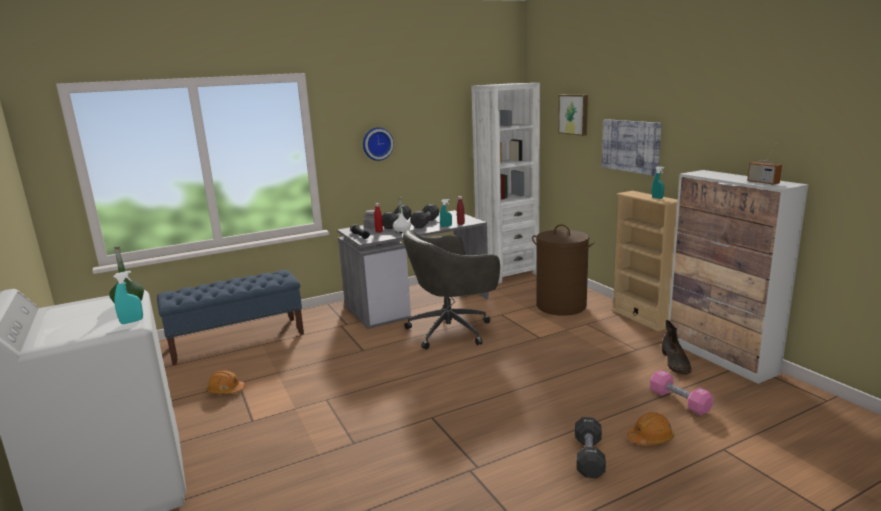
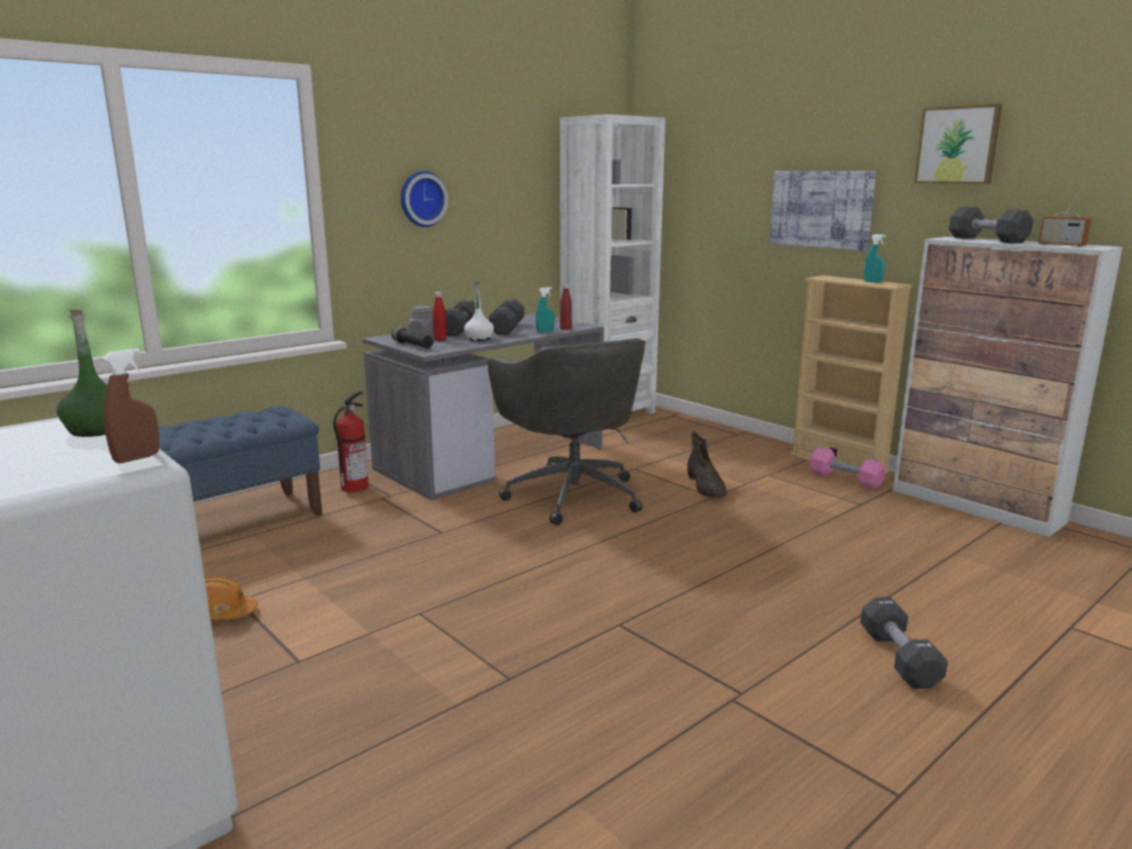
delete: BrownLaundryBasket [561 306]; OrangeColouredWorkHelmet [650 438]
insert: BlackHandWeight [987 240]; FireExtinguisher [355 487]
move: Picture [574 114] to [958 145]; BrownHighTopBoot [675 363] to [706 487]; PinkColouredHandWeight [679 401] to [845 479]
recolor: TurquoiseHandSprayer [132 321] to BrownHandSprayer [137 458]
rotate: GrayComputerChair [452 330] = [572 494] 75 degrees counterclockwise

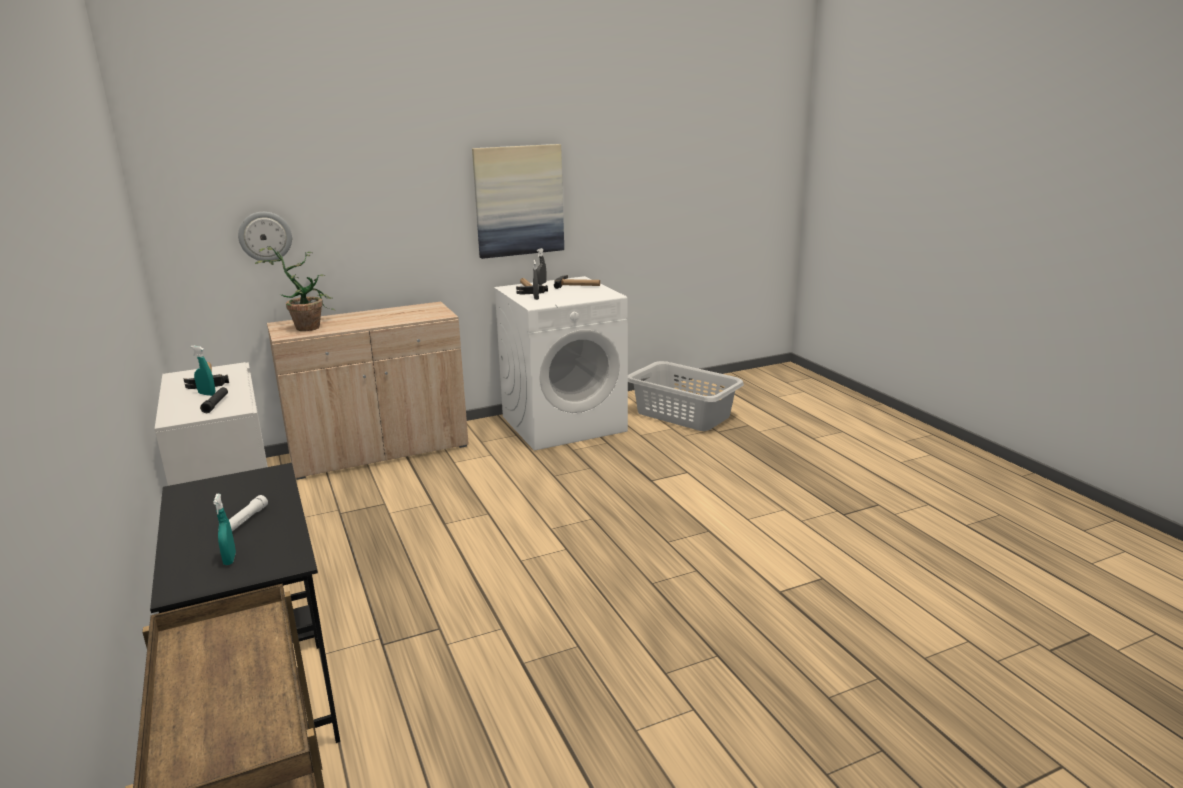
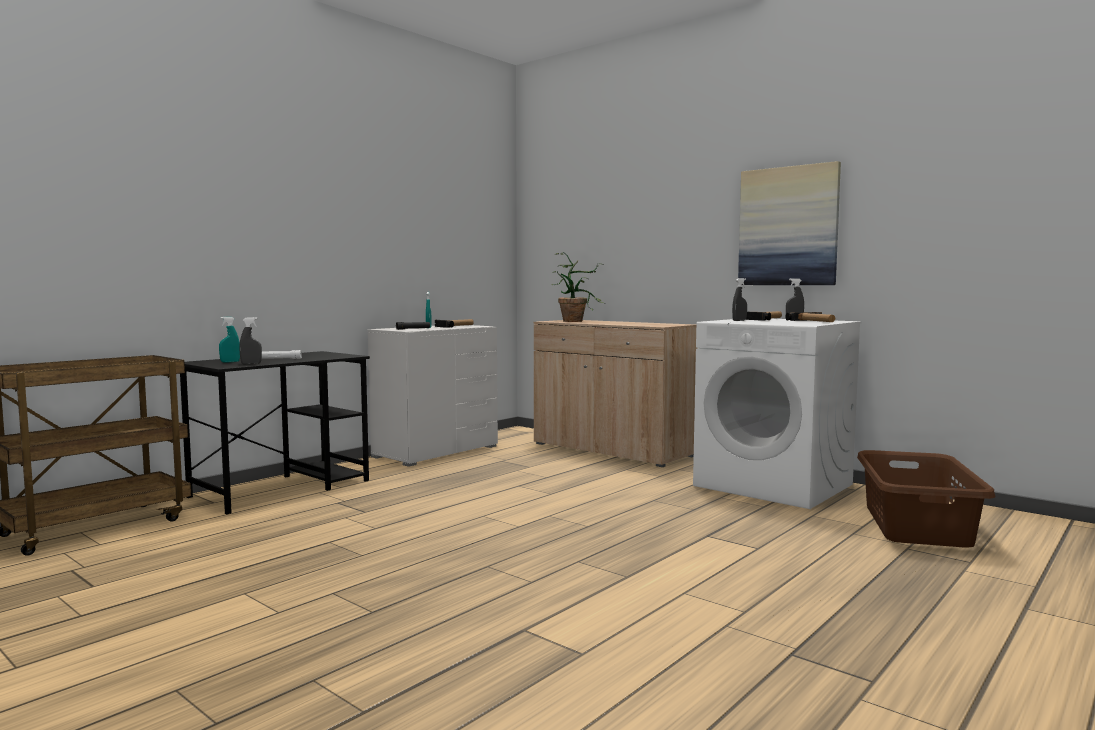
delete: HangingClock [265 236]
insert: GrayHandSprayer [251 364]
recolor: GrayLaundryBasket [683 415] to BrownLaundryBasket [915 525]

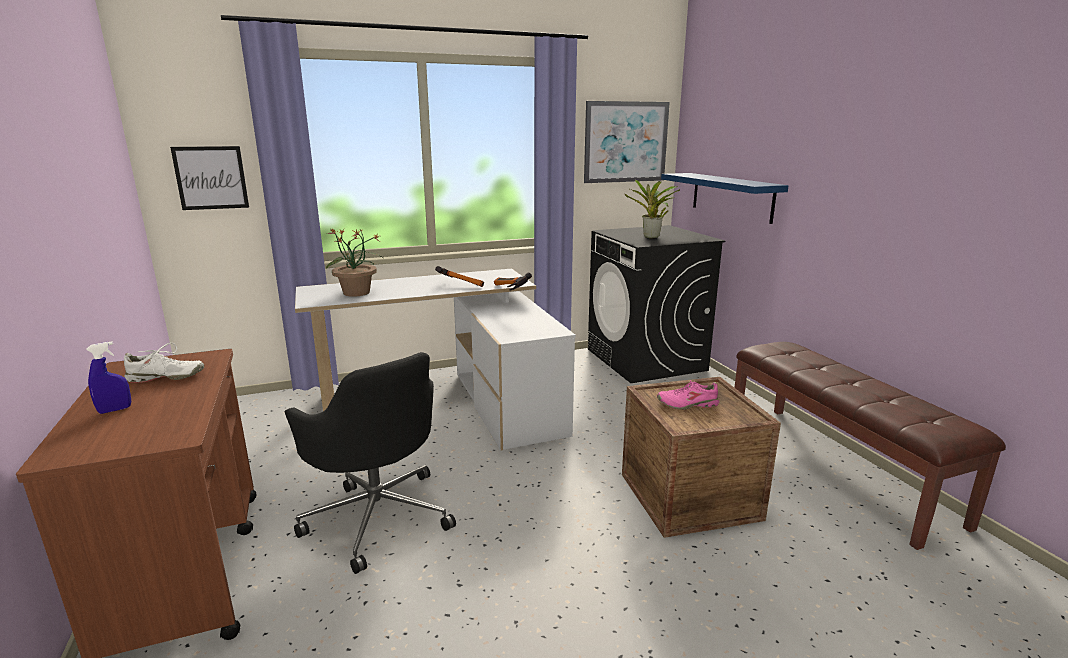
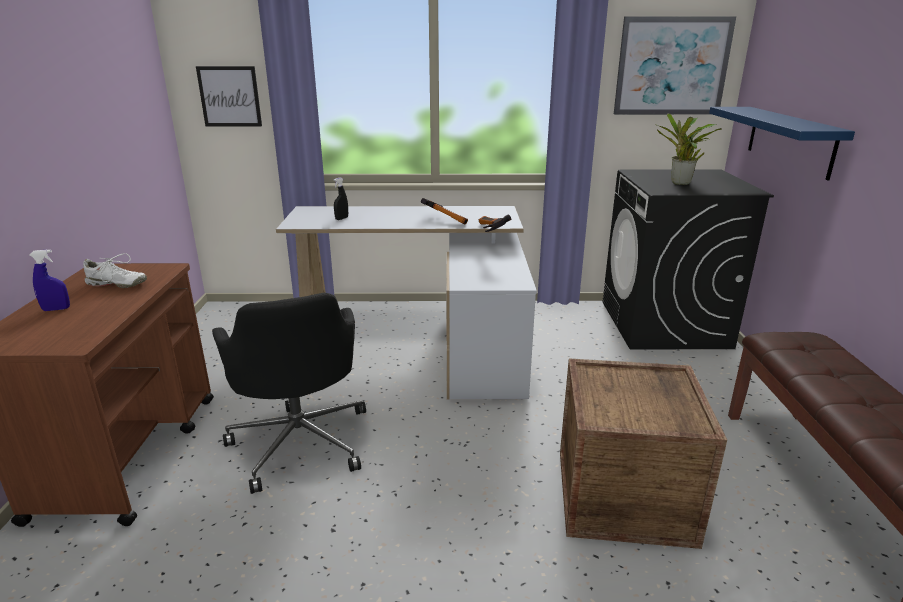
delete: PinkColouredItemOfFootwear [687 404]
replace: PlantInAPot [357 293] to BlackHandSprayer [341 218]

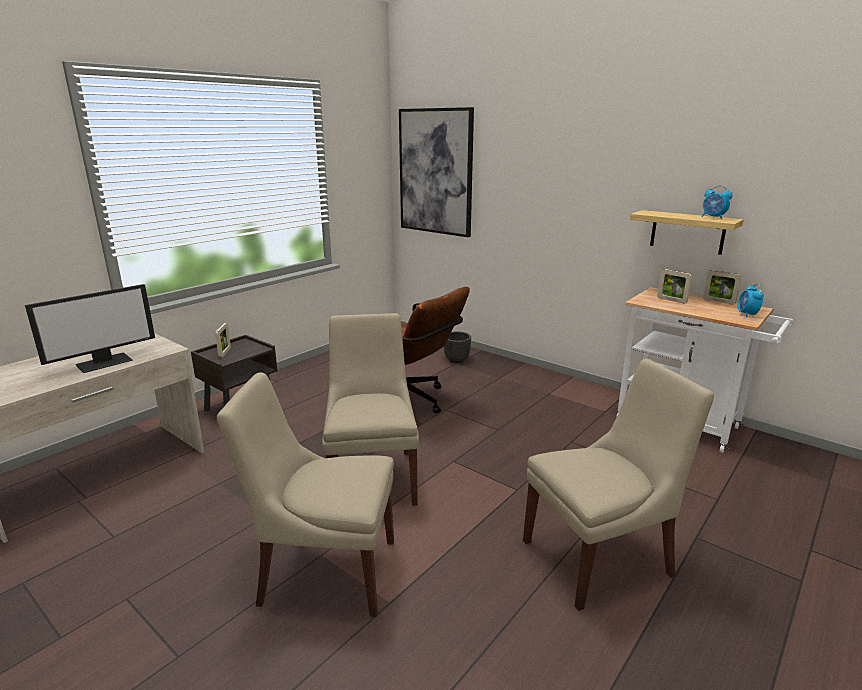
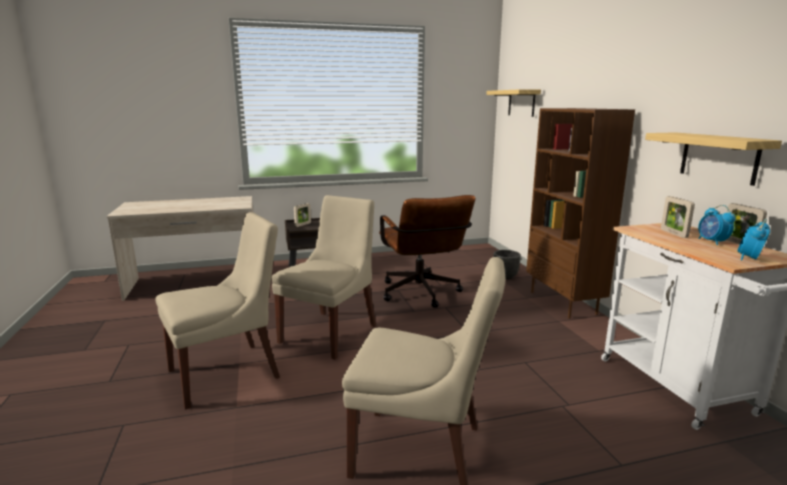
delete: ComputerScreen [104 362]
insert: BrownBookshelf [563 303]
move: BedsideClock [713 217] to [712 242]
replace: Picture [435 172] to BracketShelf [521 103]
rotate: BeigeChair [324 571] = [228 373] 105 degrees clockwise

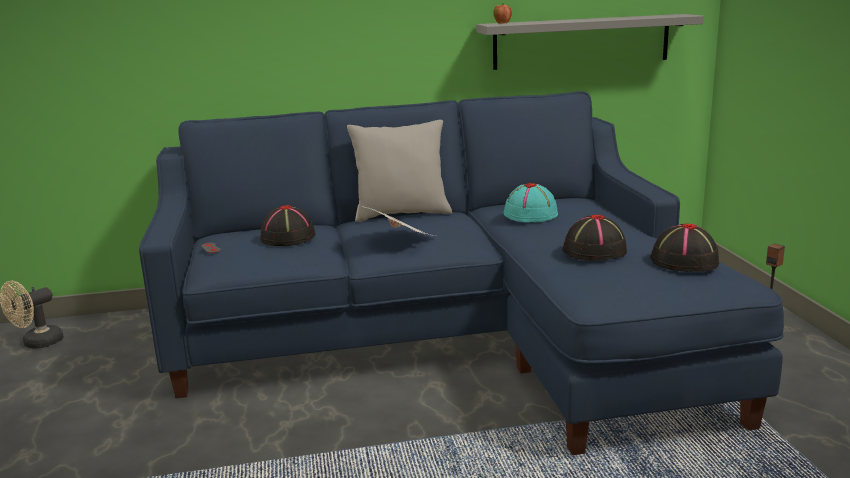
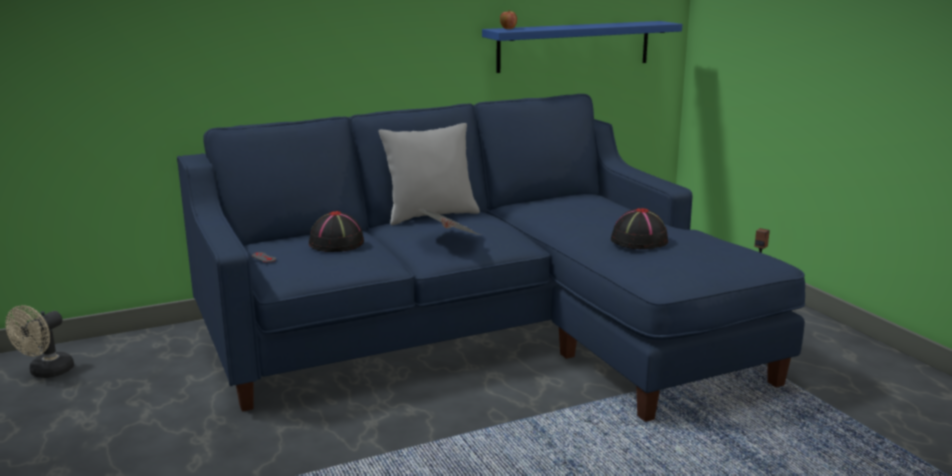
delete: TurquoiseWearableHat [531 214]; BlackWearableHat [683 261]
recolor: GrayBracketShelf [581 41] to BlueColouredBracketShelf [574 46]

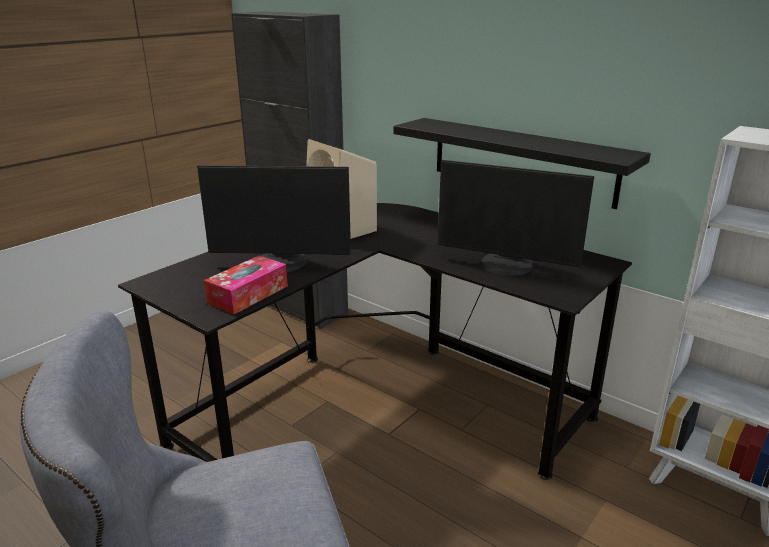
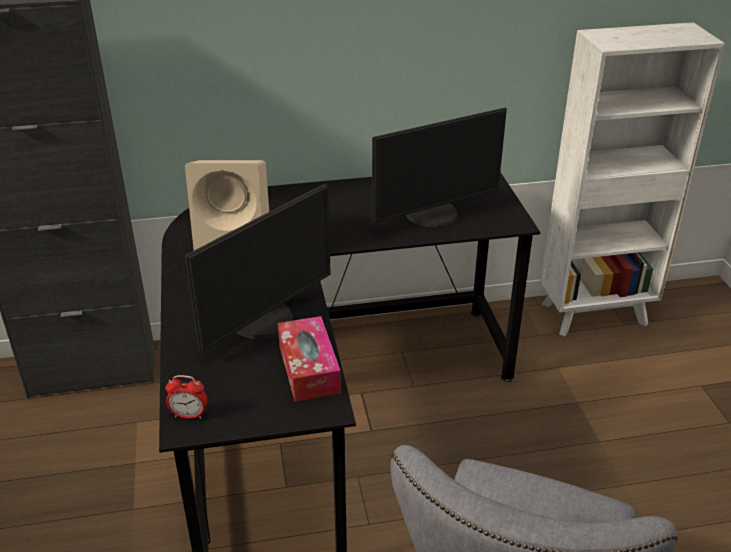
delete: BlackBracketShelf [521 161]
insert: BedsideClock [189 415]

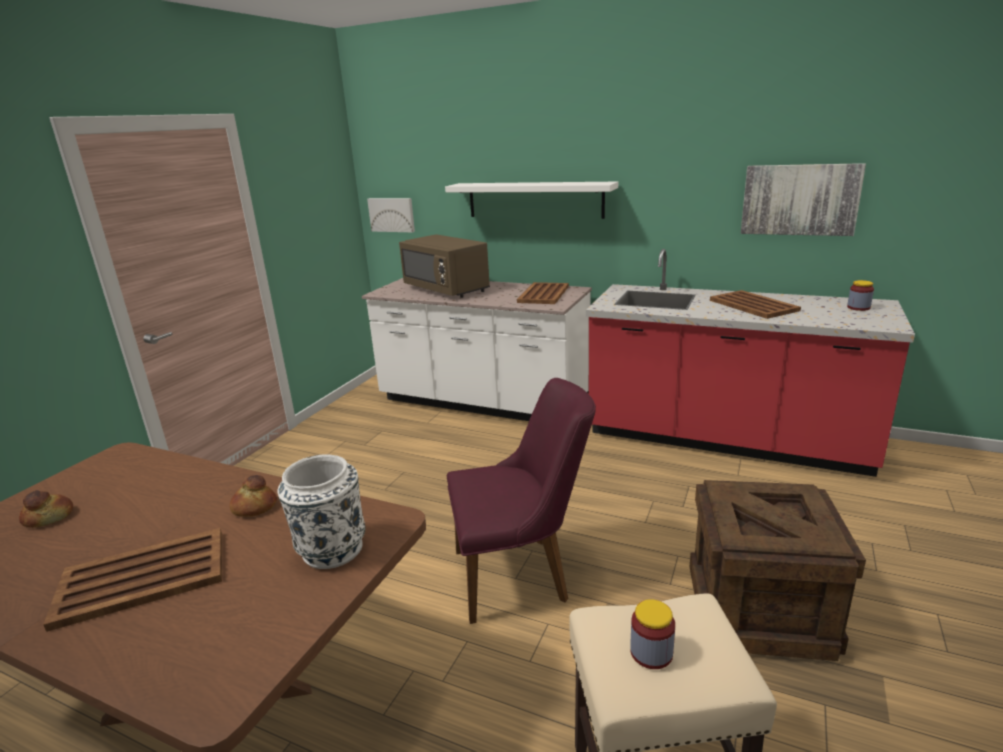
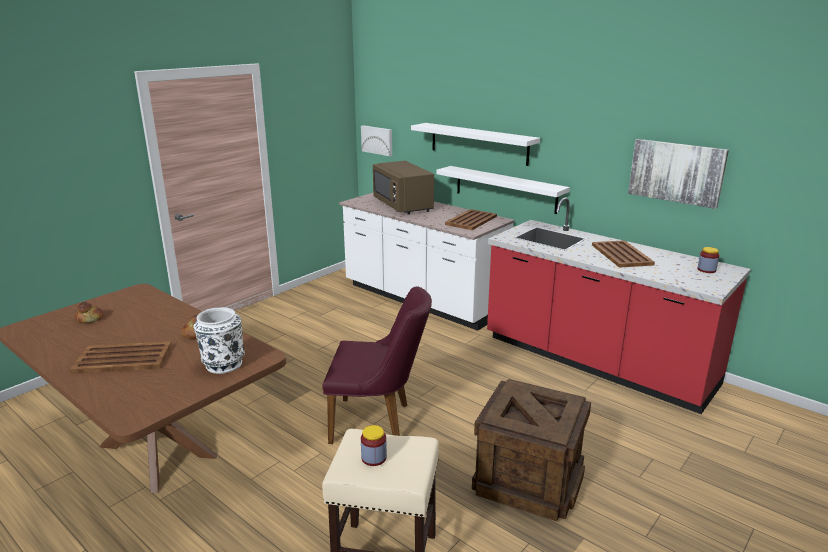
insert: WhitishBracketShelf [505 189]

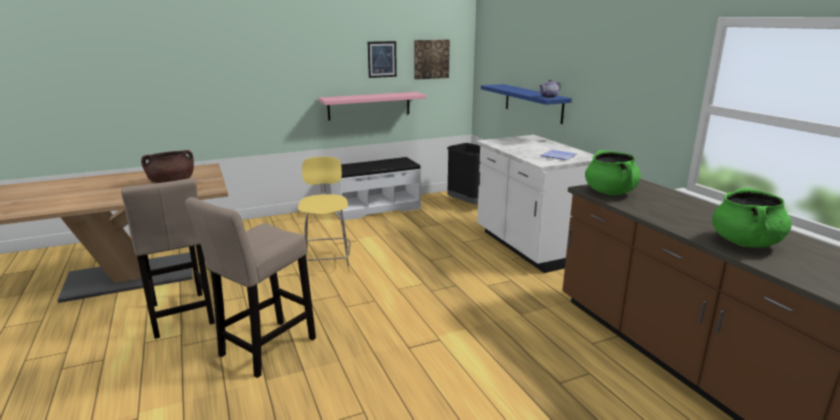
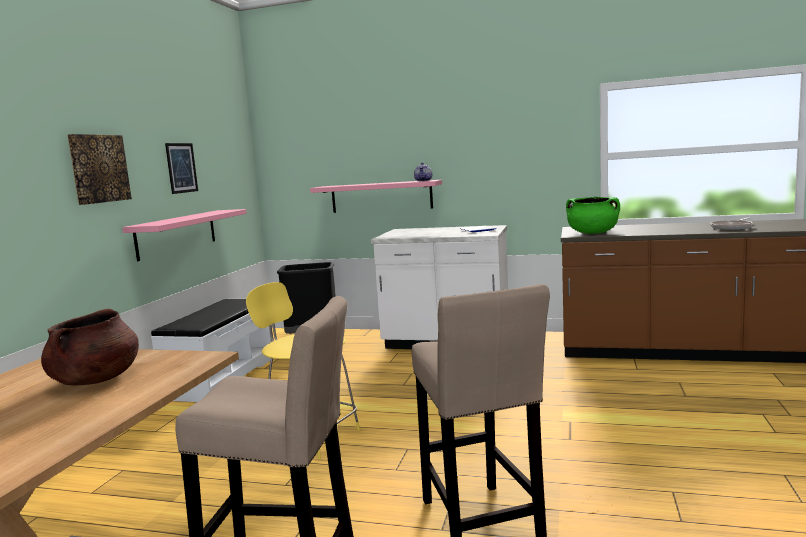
move: Picture [431 59] to [98 168]
replace: GreenColouredCookingPot [745 243] to FryingPan [732 228]
recolor: BlueColouredBracketShelf [533 103] to PinkColouredBracketShelf [381 196]

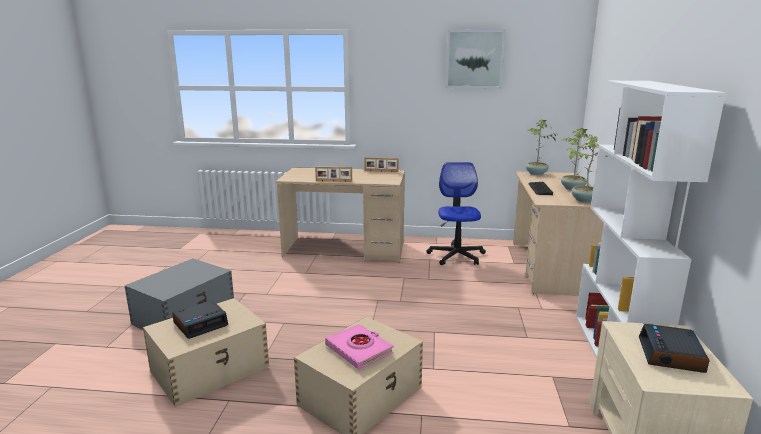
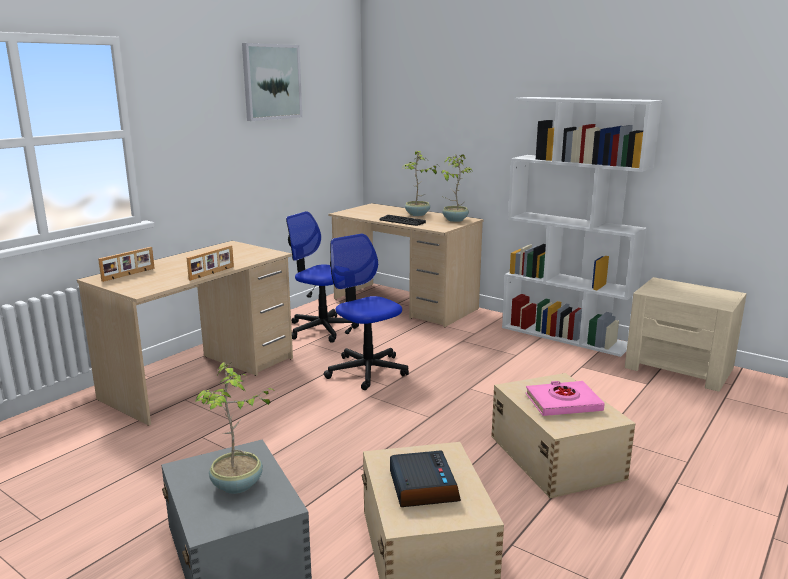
delete: BedsideClock [671 355]
insert: ComputerChair [367 370]
move: PlantInAPot [536 174] to [237 485]; PictureFrame [381 171] to [129 274]

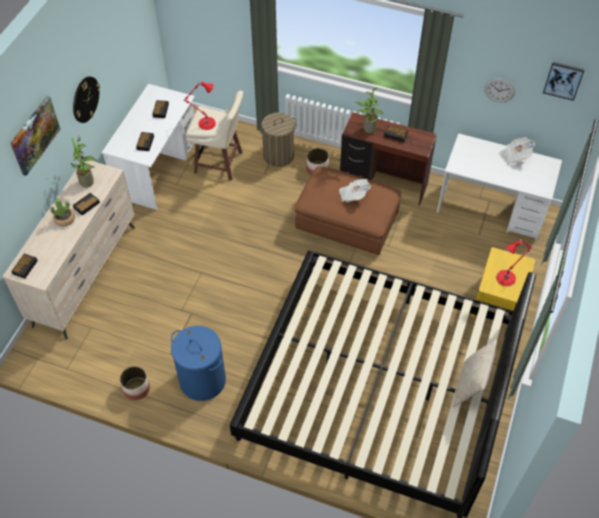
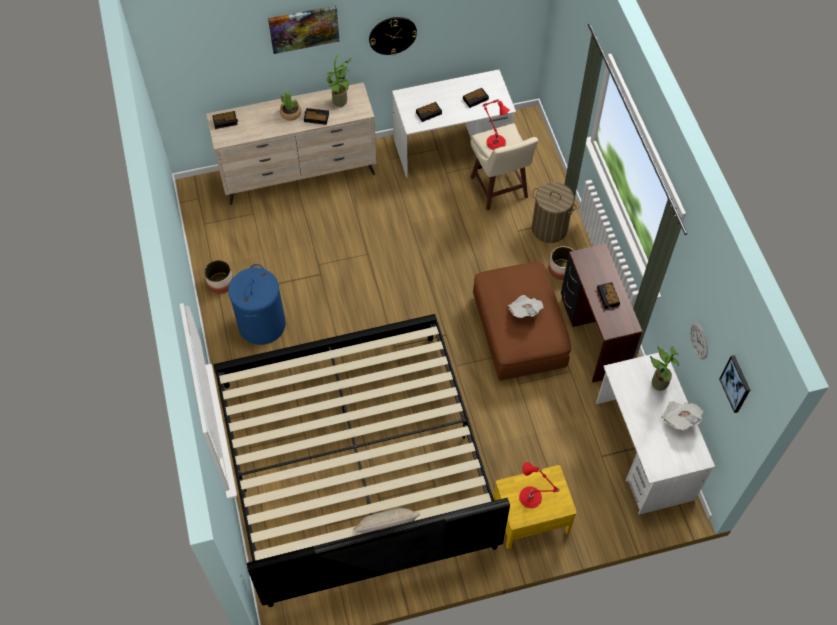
move: PlantInAPot [367 129] to [657 382]

